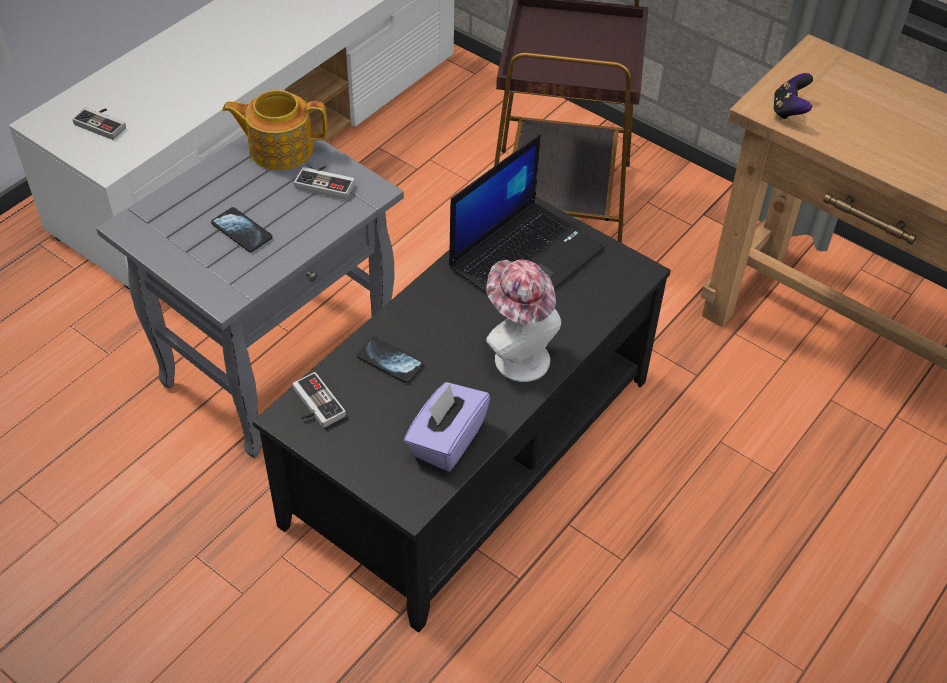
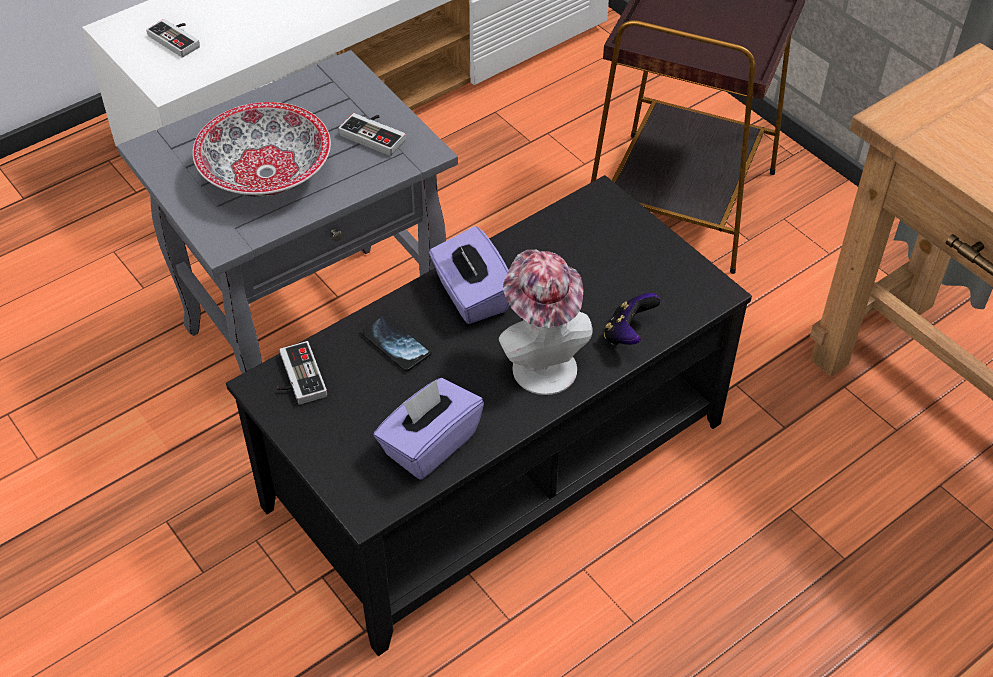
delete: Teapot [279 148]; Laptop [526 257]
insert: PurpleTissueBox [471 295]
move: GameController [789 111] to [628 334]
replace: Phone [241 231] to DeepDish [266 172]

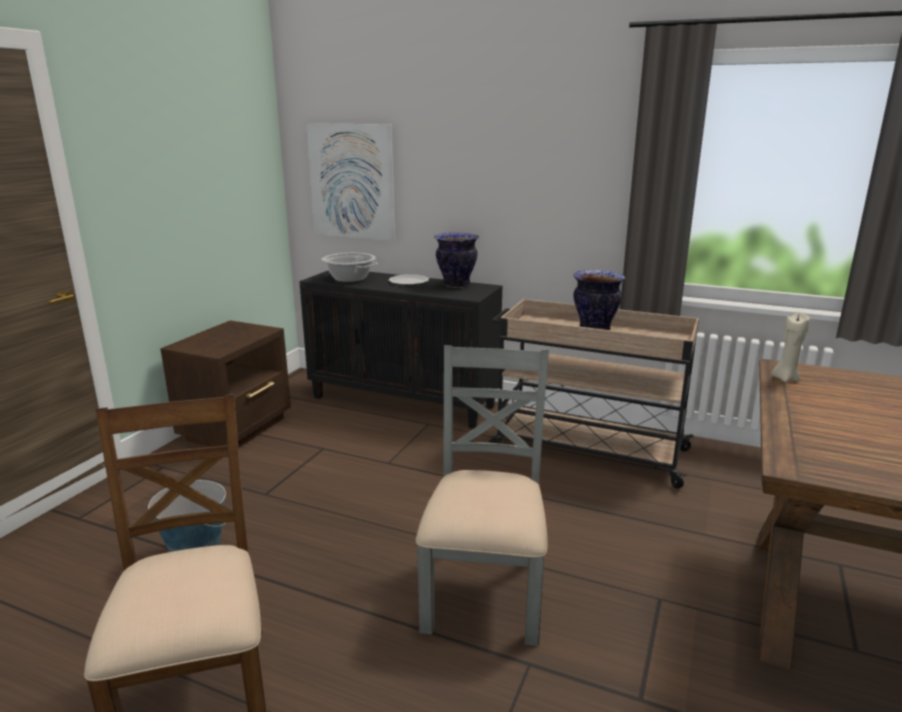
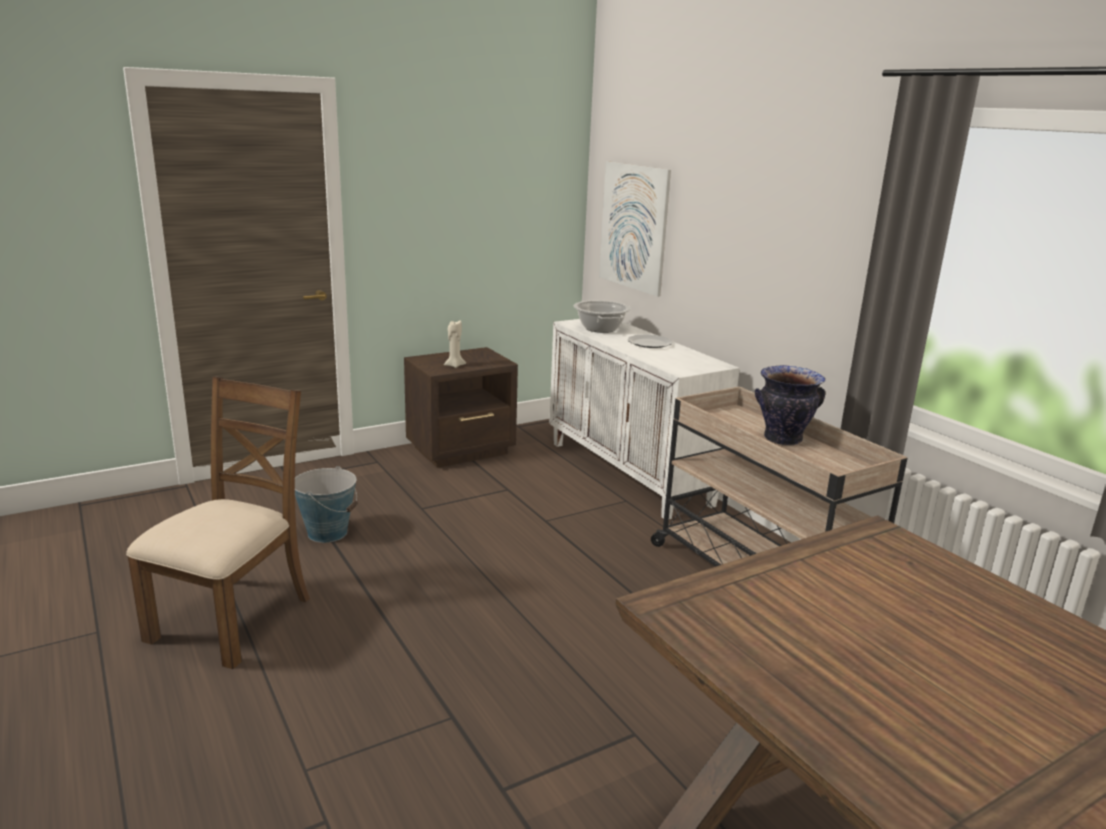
delete: DecorativeVase [456 285]; GrayChair [485 590]
move: BeigeCandle [785 378] to [454 365]
recolor: BlackCupboard [404 401] to WhitishCupboard [630 473]

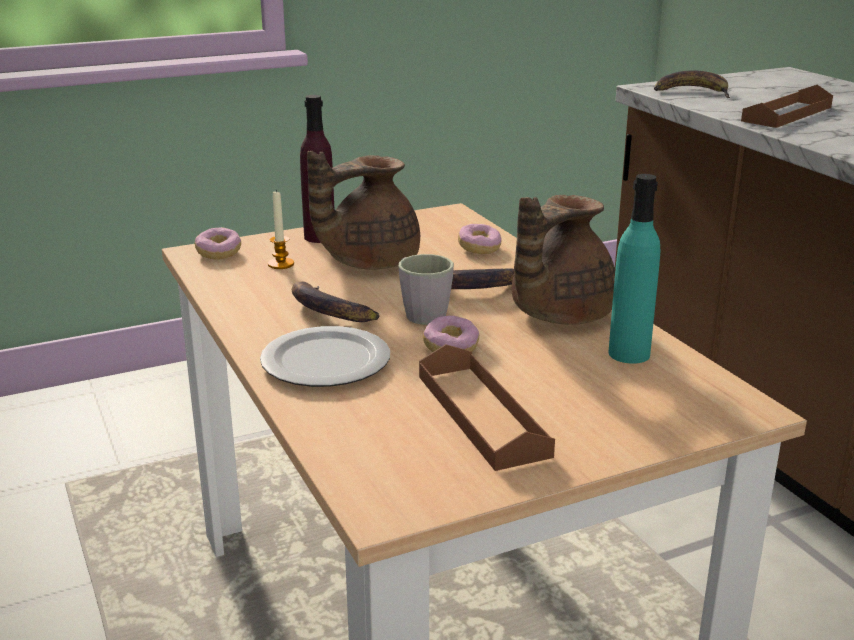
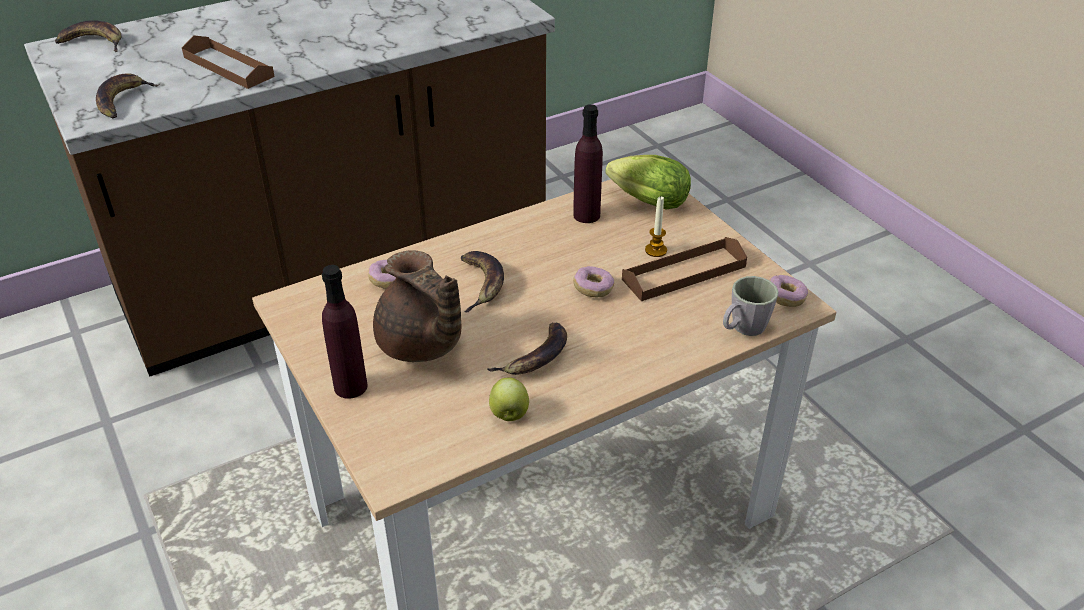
delete: BrownTeapot [557 314]; DinnerPlate [324 361]
insert: BananaFruit [93 42]; HeadOfLettuce [644 201]; WholeApple [509 414]
move: Candle [281 264] to [656 250]; Donut [218 253] to [785 298]; GrayMug [420 312] to [743 328]
recolor: TurquoiseBottle [629 354] to PurpleBottle [586 215]

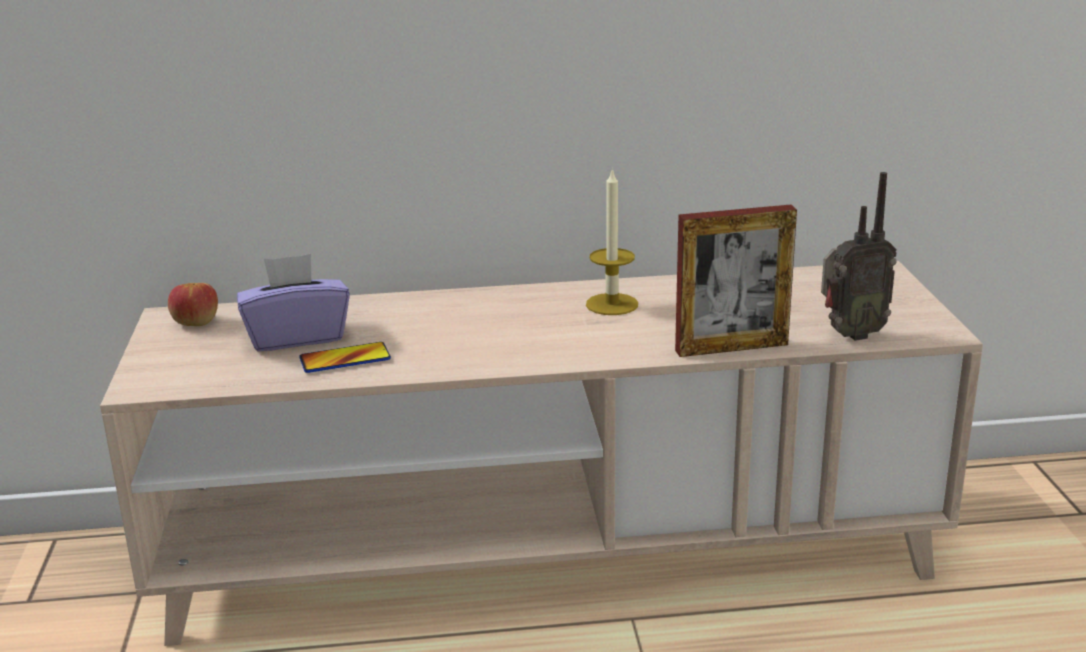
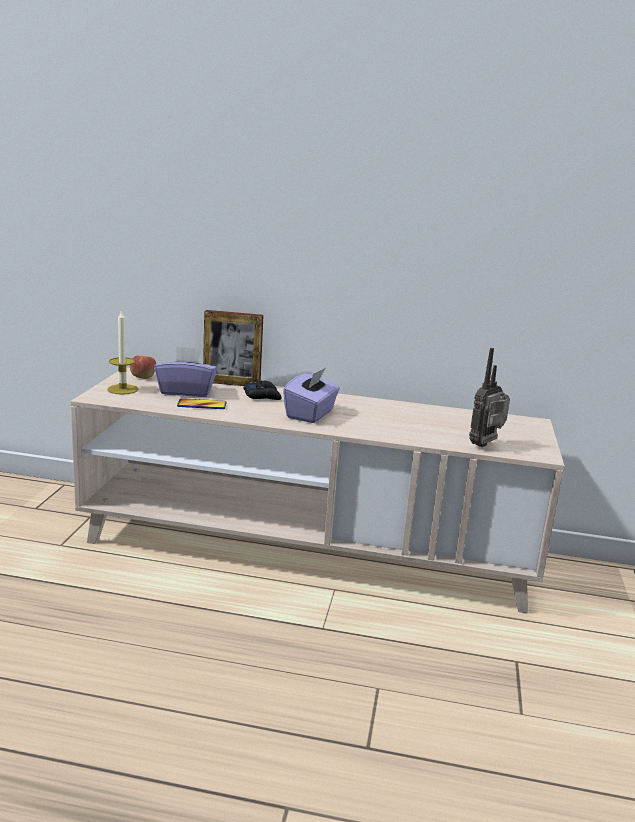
insert: PurpleTissueBox [310 414]; BlackGameController [262 396]
move: Candle [612 304] to [122 389]; PictureFrame [731 347] to [231 383]
rotate: RadioReceiver [850 334] = [486 446] 135 degrees clockwise

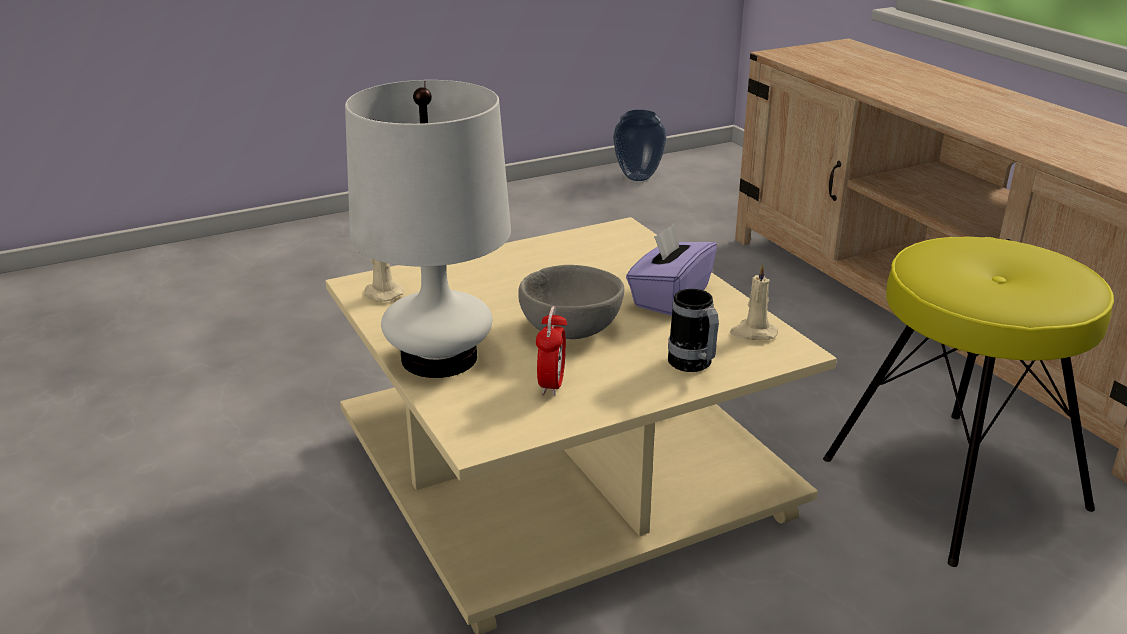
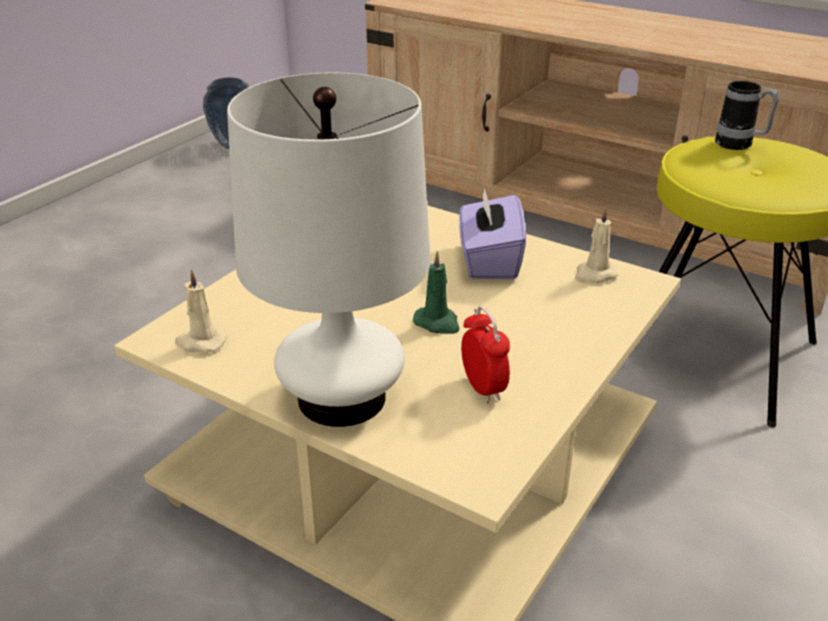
move: Mug [693 366] to [740 145]
replace: GrayDeepDish [570 330] to GreenColouredCandle [437 323]

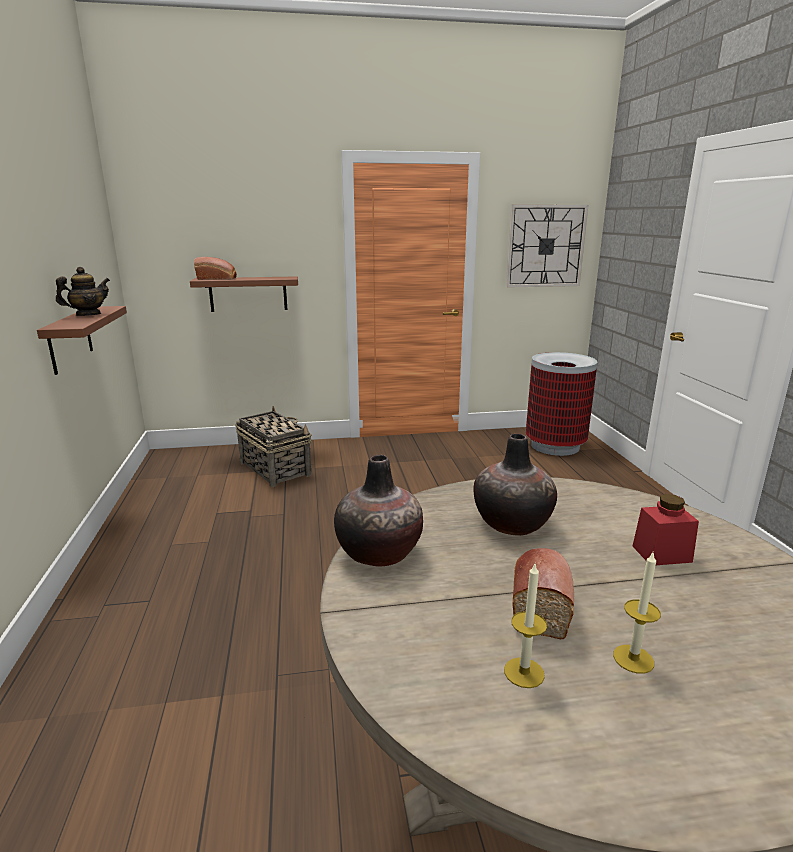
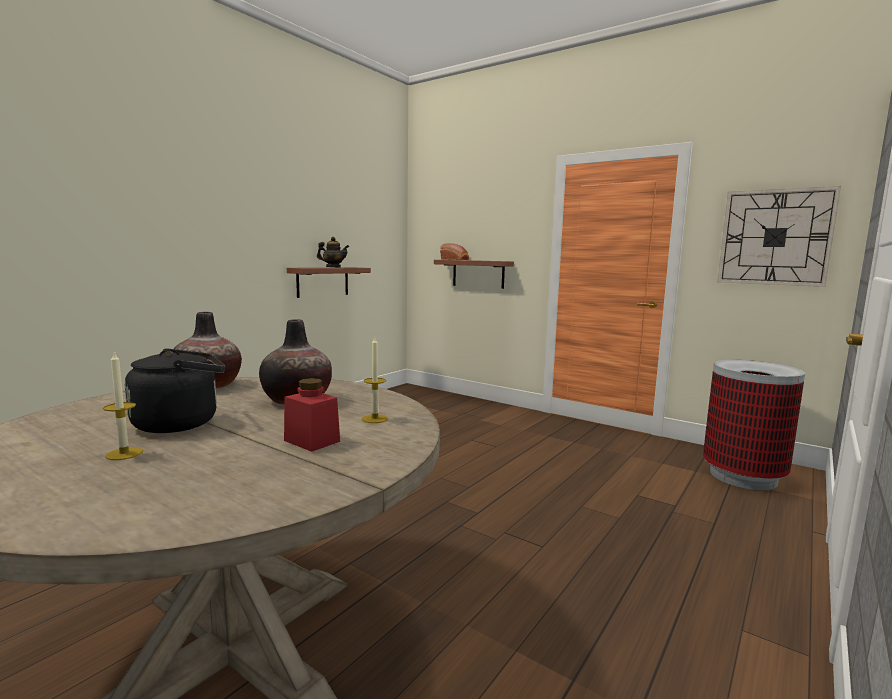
delete: Basket [275 468]
move: Candle [524 672] to [375 419]
replace: BakedBread [539 603] to BlackTeaKettle [181 423]

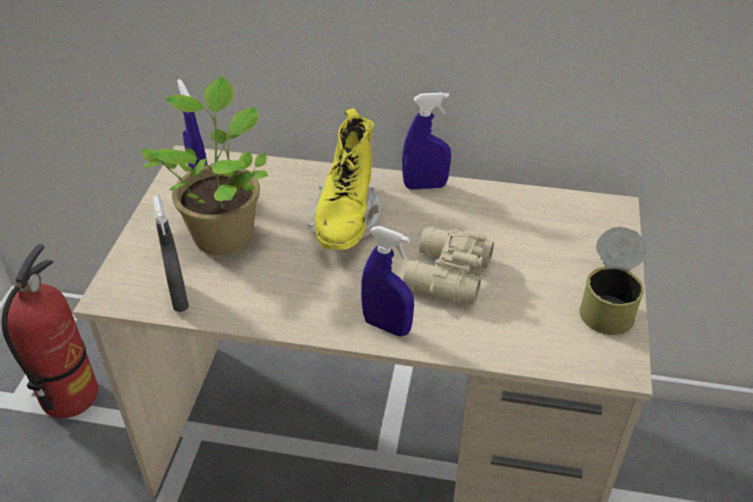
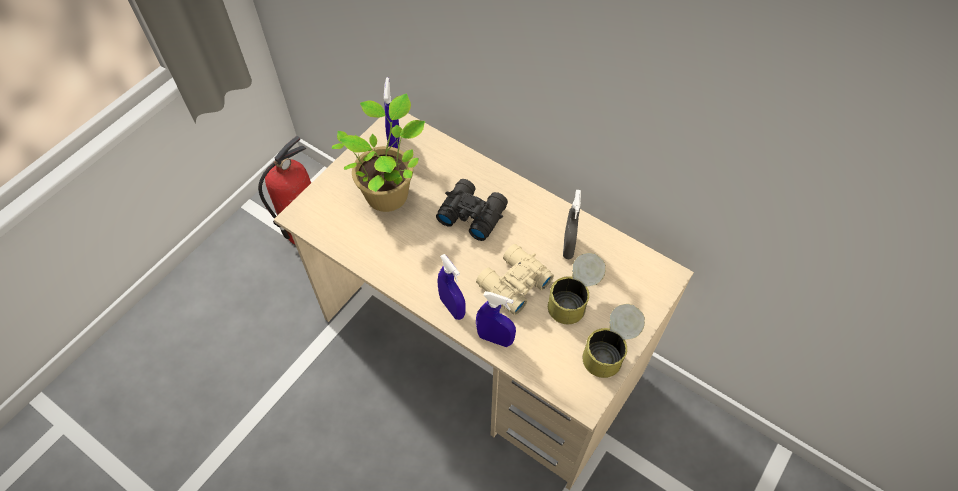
insert: MetalCan [574 299]
move: BlueColouredHandSprayer [425 186] to [495 338]; GrayHandSprayer [179 297] to [568 247]
replace: YellowishHighTopBoot [346 221] to BlackFieldGlasses [471 213]

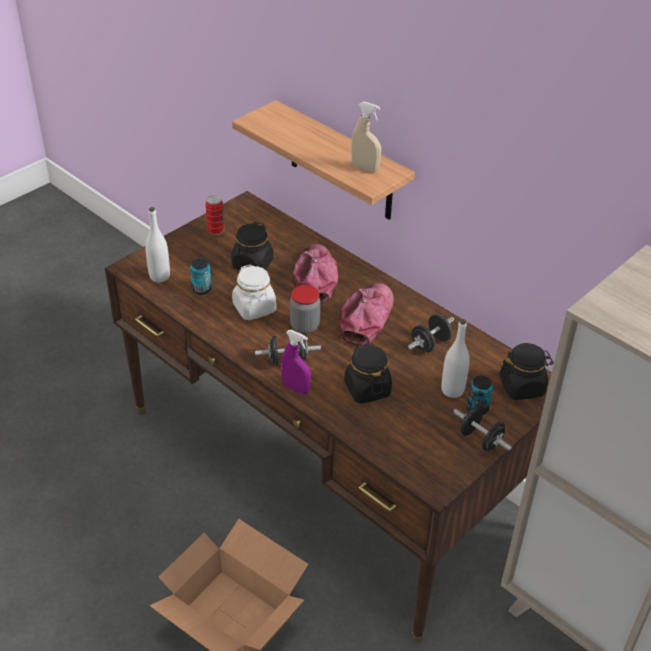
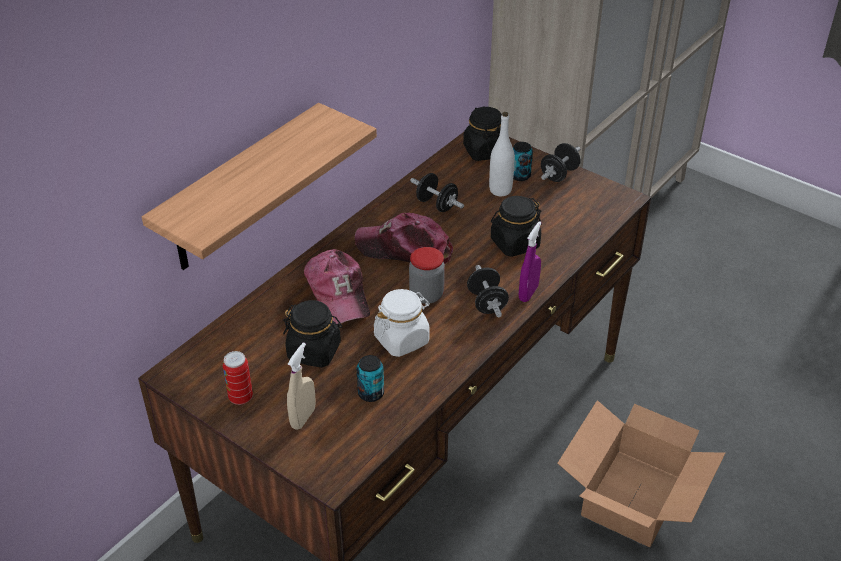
delete: WhitishBottle [159 276]
move: BeigeHandSprayer [365 168] to [303 418]
rotate: Cap [315 279] = [338 293] 105 degrees counterclockwise

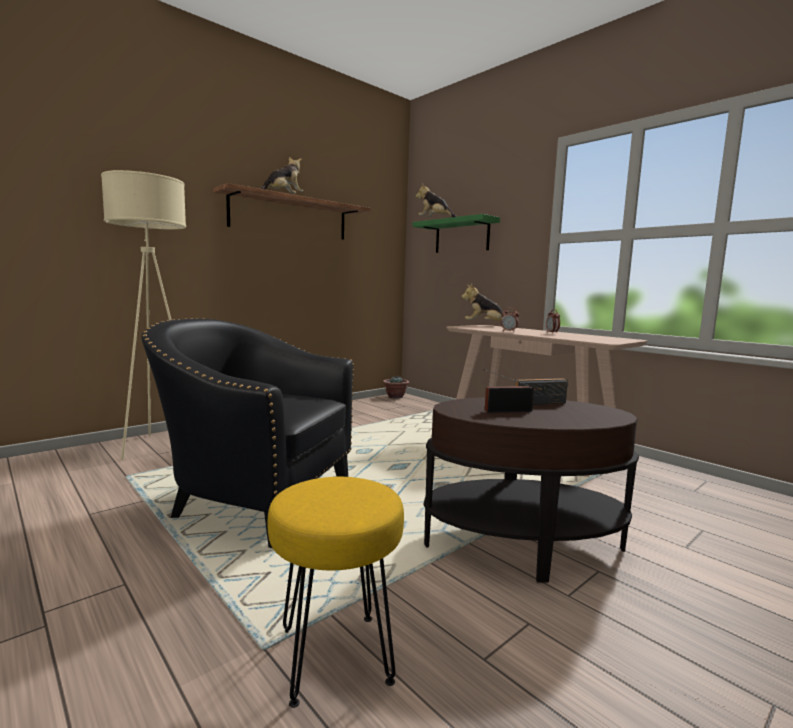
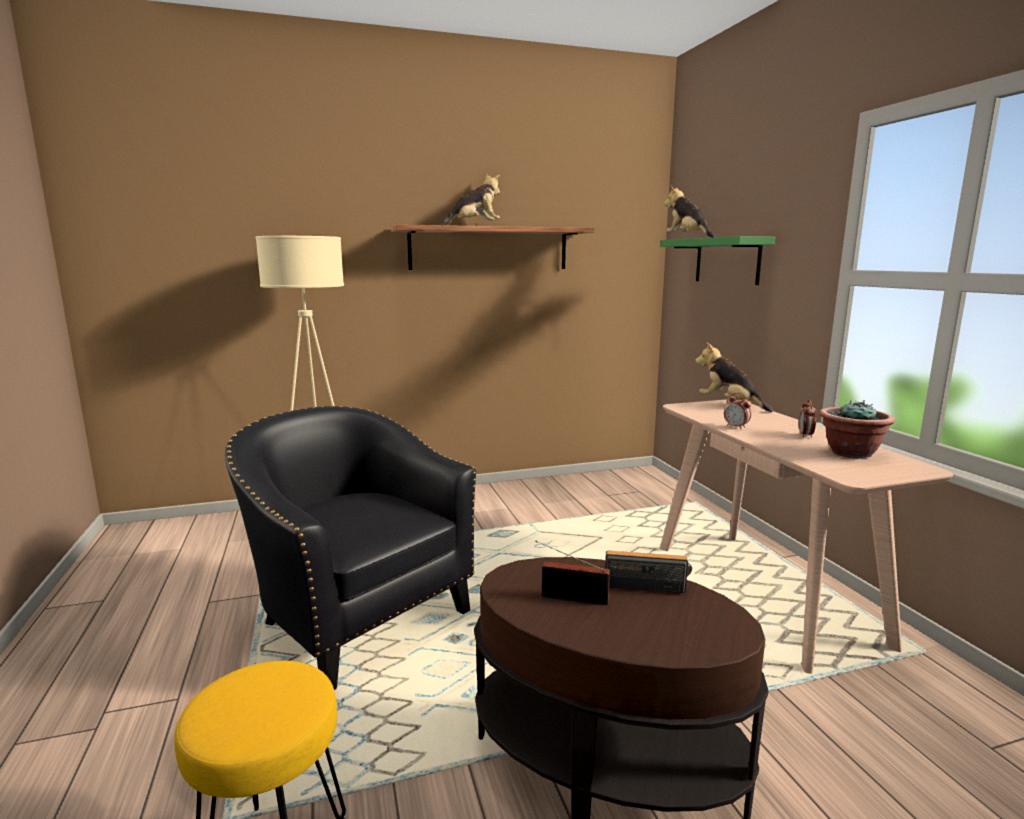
move: PlantInAPot [395 397] to [850 453]

